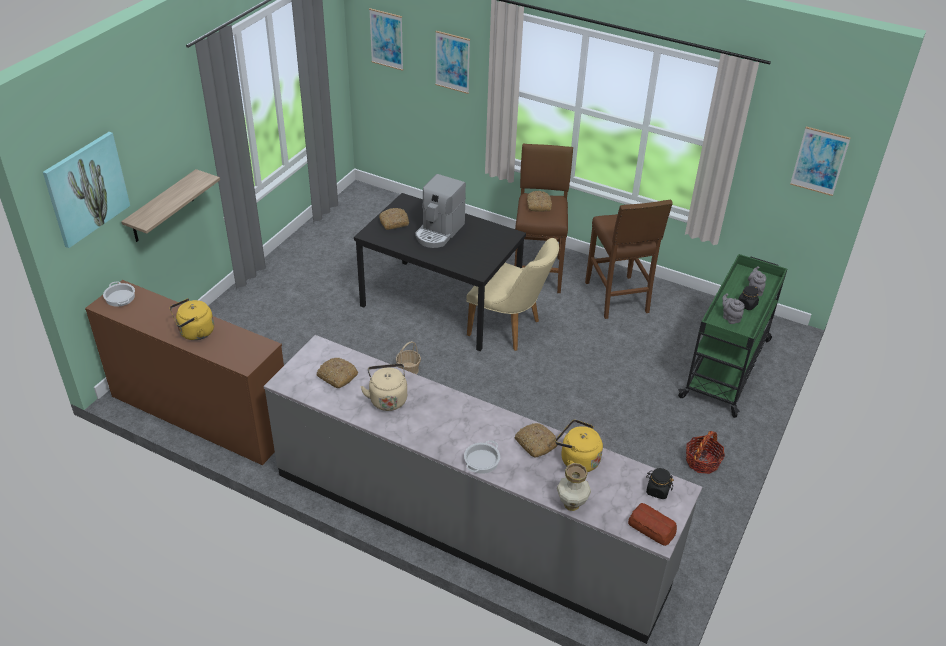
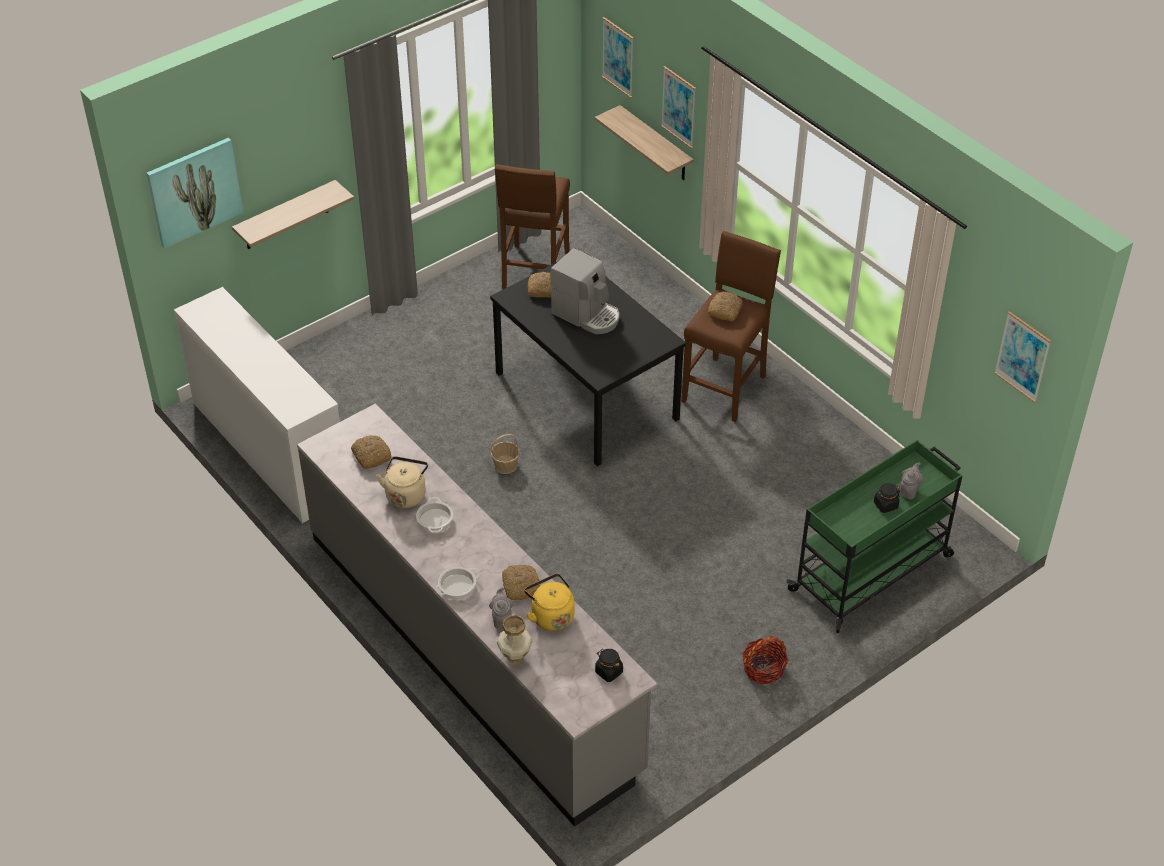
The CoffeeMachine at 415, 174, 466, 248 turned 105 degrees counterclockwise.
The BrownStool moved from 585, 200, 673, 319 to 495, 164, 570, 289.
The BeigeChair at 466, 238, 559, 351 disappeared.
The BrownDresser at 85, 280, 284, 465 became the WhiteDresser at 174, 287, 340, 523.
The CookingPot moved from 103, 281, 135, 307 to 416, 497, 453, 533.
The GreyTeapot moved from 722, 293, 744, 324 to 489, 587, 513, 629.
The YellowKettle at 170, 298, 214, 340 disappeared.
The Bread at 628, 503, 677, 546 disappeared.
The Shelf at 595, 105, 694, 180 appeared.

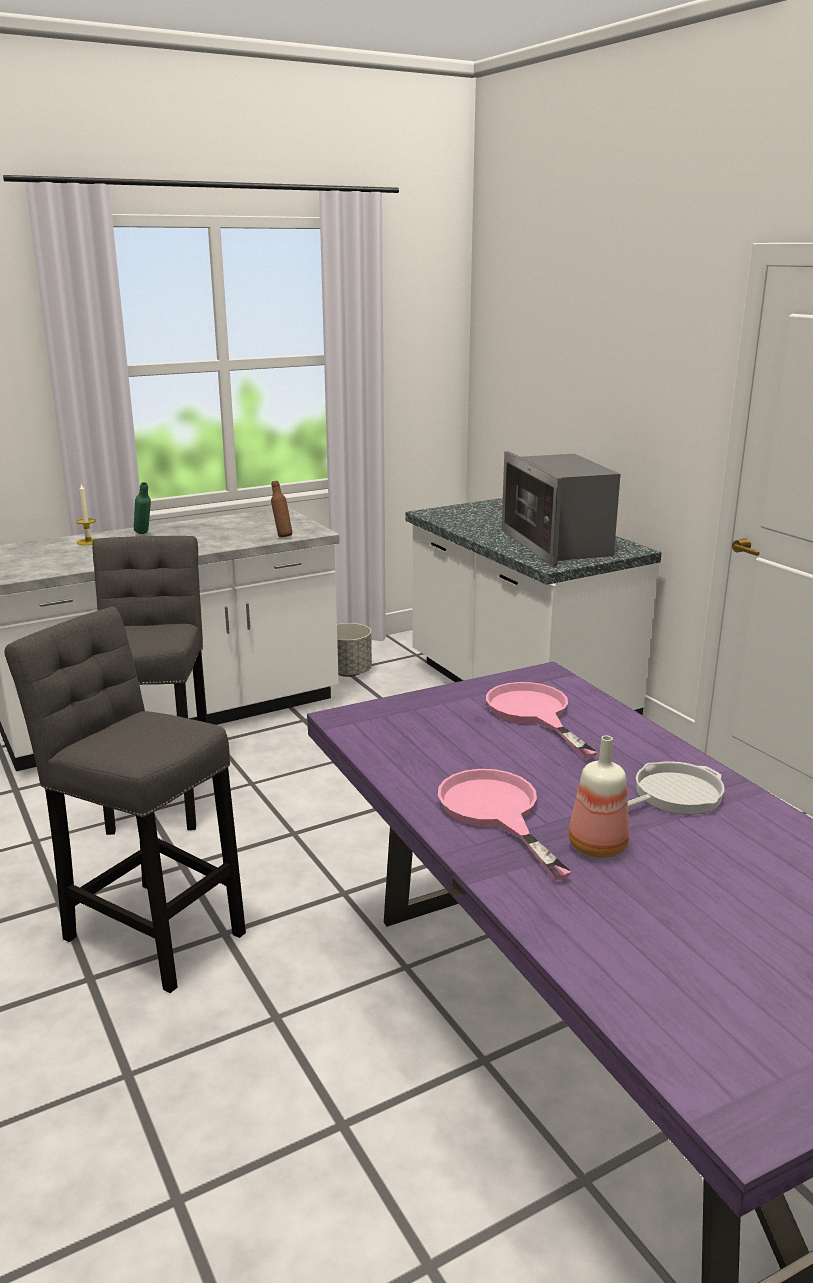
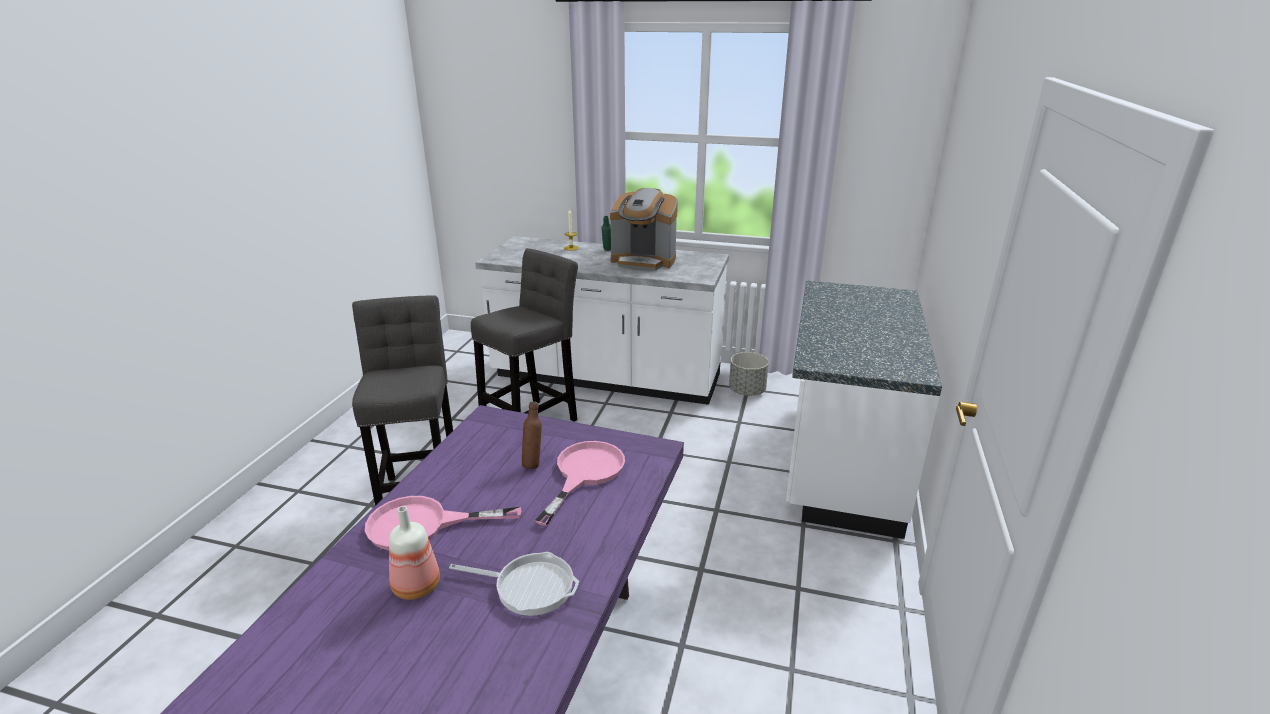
The Microwave at 502, 451, 621, 567 disappeared.
The BrownBottle moved from 271, 481, 292, 537 to 522, 401, 542, 469.
The PinkFryingPan at 438, 769, 572, 880 turned 120 degrees counterclockwise.
The CoffeeMachine at 610, 188, 678, 271 appeared.

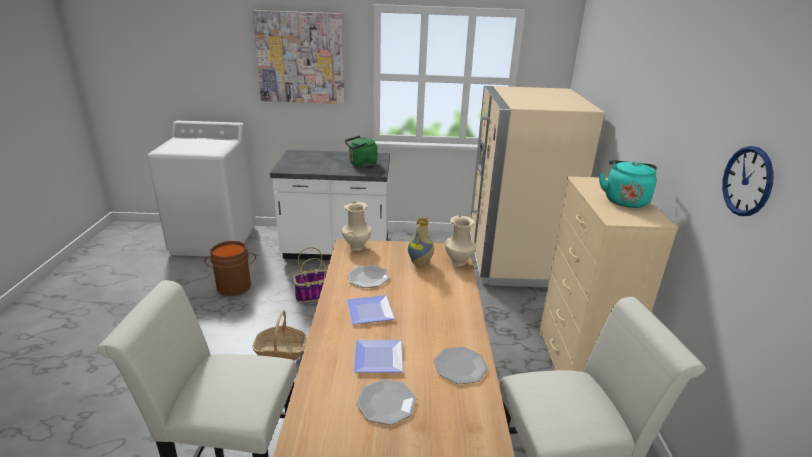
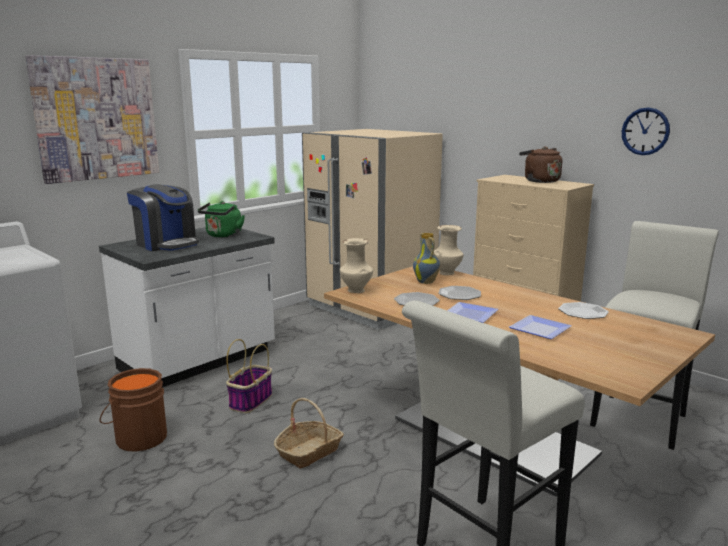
The TurquoiseKettle at 599, 160, 657, 208 became the BrownKettle at 519, 147, 562, 183.
The Plate moved from 356, 379, 416, 425 to 438, 286, 481, 300.
The CoffeeMachine at 127, 184, 199, 251 appeared.

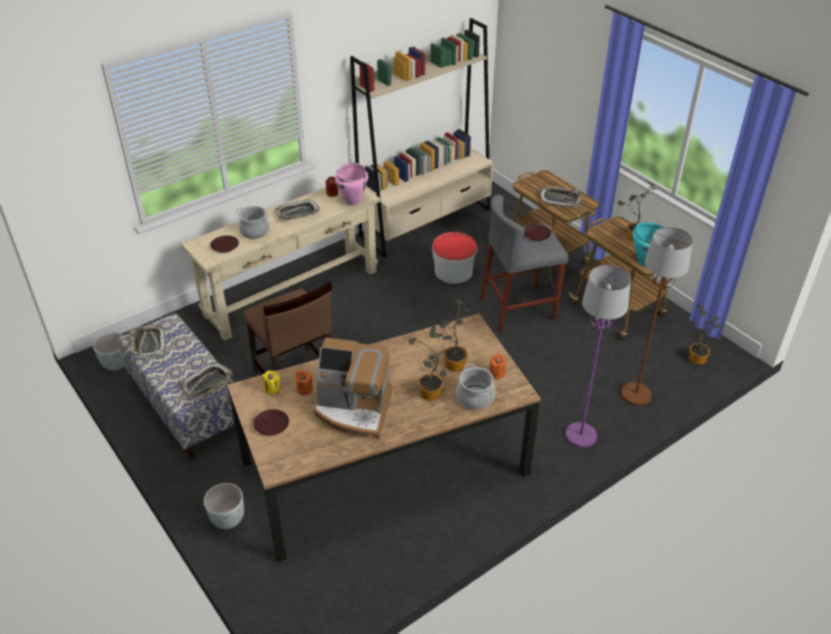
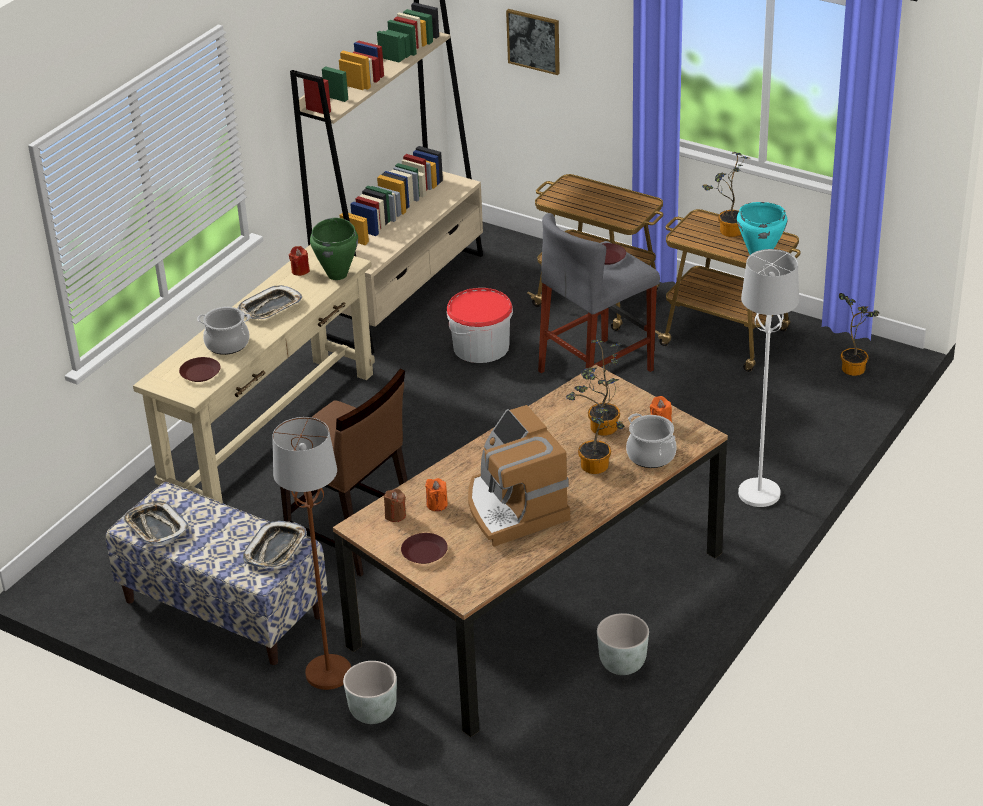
The PinkCookingPot at 335, 163, 368, 206 became the GreenCookingPot at 310, 218, 358, 280.
The Tray at 539, 186, 582, 207 disappeared.
The BrownFloorLamp moved from 621, 227, 693, 406 to 272, 417, 351, 690.
The PurpleFloorLamp at 565, 265, 631, 448 became the WhiteFloorLamp at 738, 249, 799, 507.
The GreyPlanter moved from 93, 332, 125, 371 to 597, 613, 649, 675.
The CoffeeMachine at 313, 338, 392, 439 turned 75 degrees clockwise.
The YellowCandle at 262, 371, 280, 395 became the BrownCandle at 384, 488, 406, 522.
The Picture at 506, 9, 560, 75 appeared.

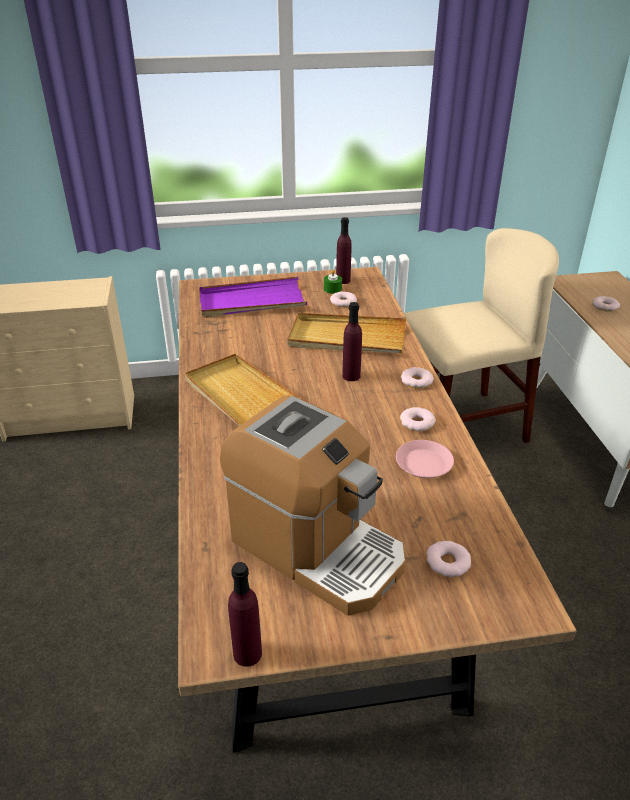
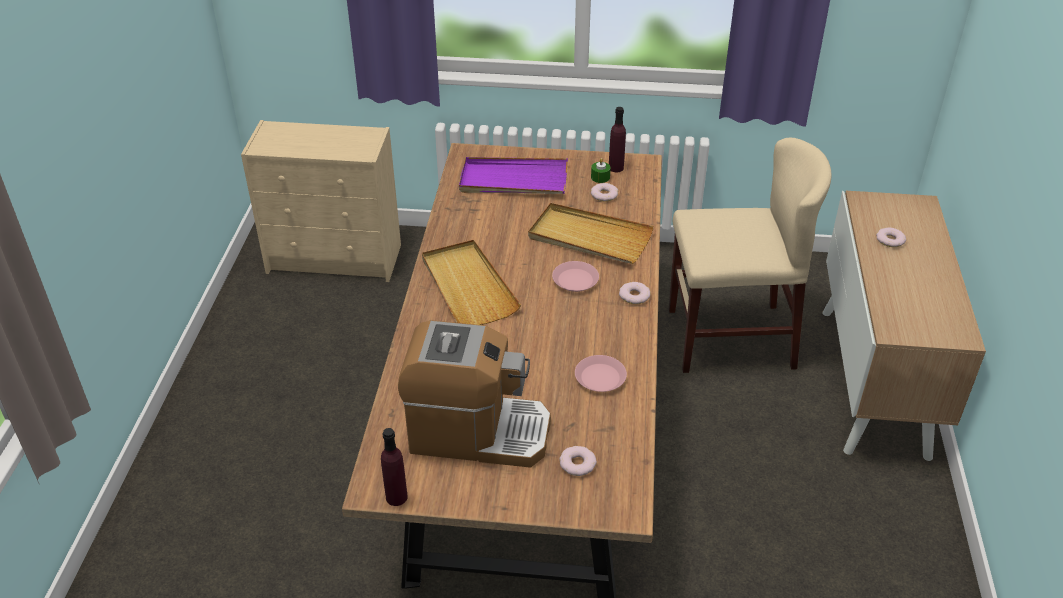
The PurpleBottle at 342, 302, 362, 381 was replaced by the PinkPlate at 552, 261, 599, 292.
The CoffeeMachine at 220, 395, 406, 616 turned 45 degrees counterclockwise.
The Donut at 400, 407, 436, 431 disappeared.

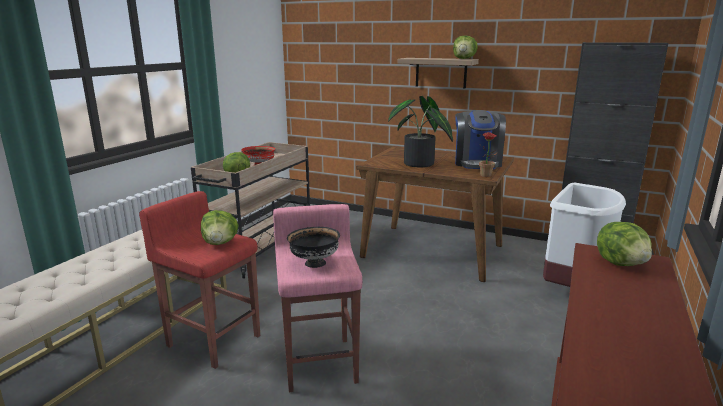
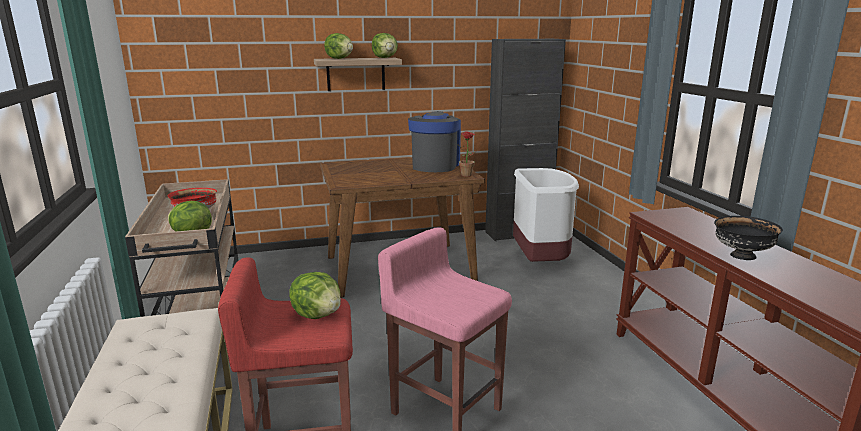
The PottedPlant at 388, 96, 453, 167 disappeared.
The CoffeeMachine at 455, 110, 506, 169 turned 135 degrees counterclockwise.
The Lettuce moved from 597, 222, 652, 266 to 324, 33, 353, 59.
The BlackBowl moved from 287, 227, 340, 268 to 714, 216, 783, 260.

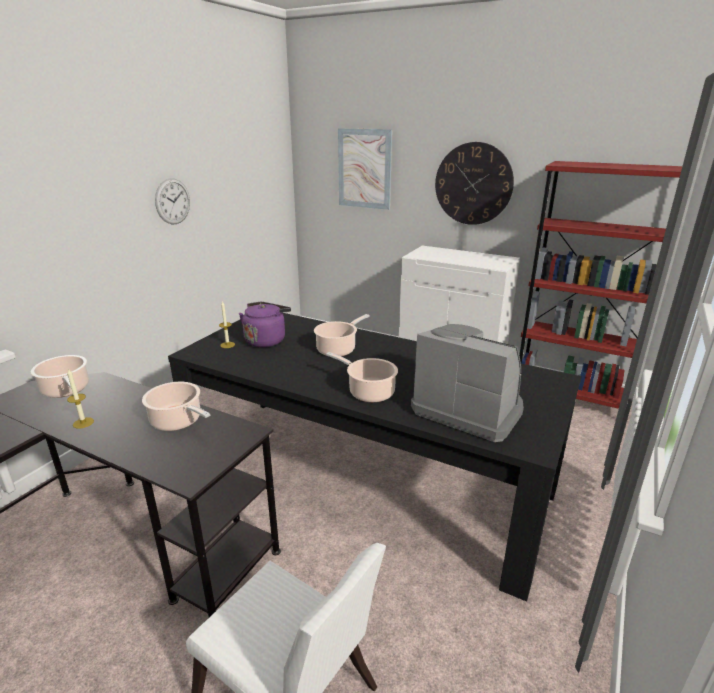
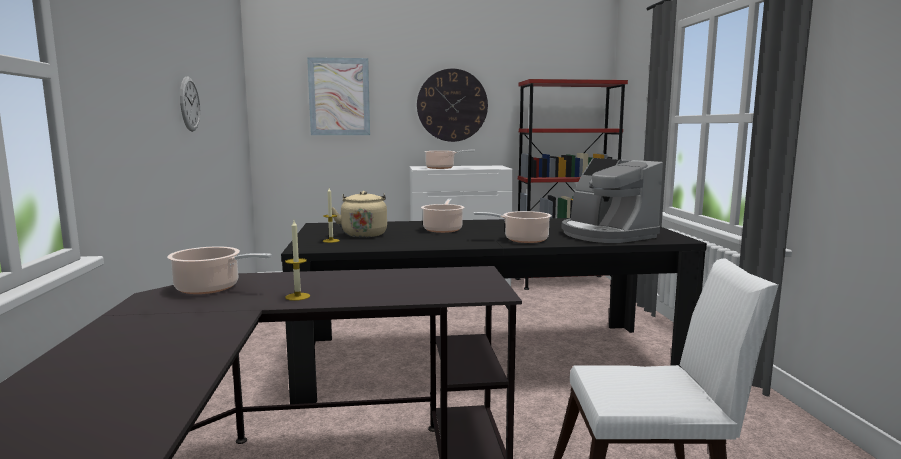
The PurpleKettle at 239, 302, 291, 347 became the BeigeKettle at 332, 191, 387, 238.
The CoffeeMachine at 411, 324, 524, 442 turned 120 degrees counterclockwise.
The CookingPot moved from 142, 382, 210, 431 to 424, 150, 475, 169.

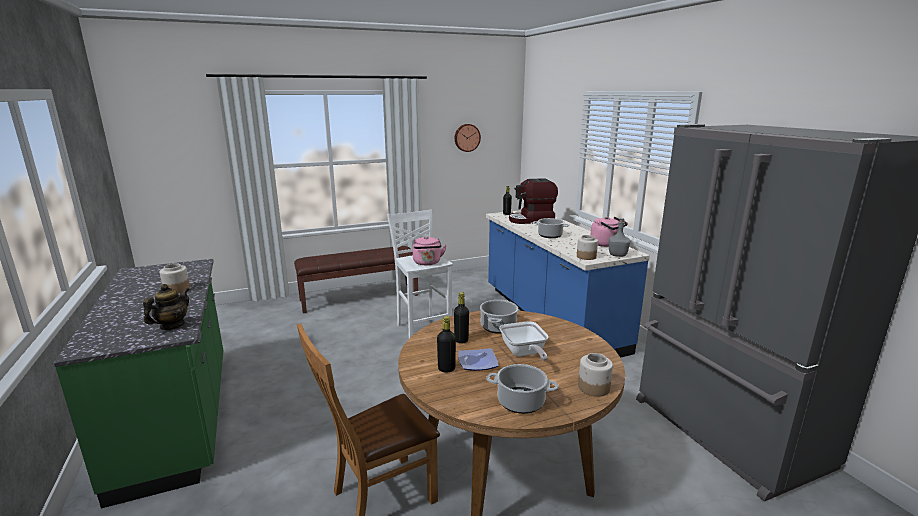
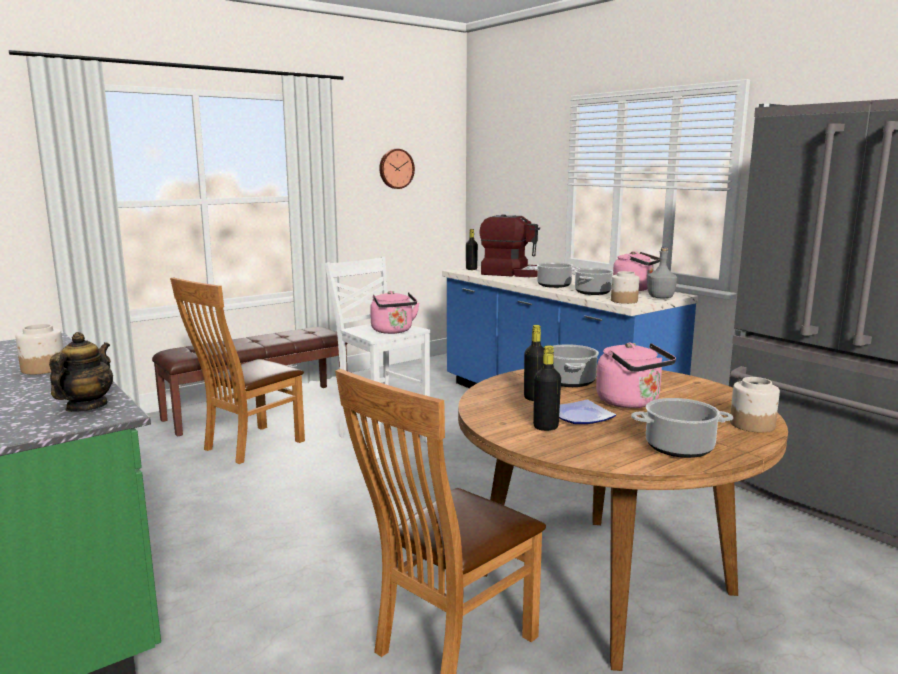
The CoffeeMachine at 509, 178, 558, 224 turned 135 degrees counterclockwise.
The FryingPan at 499, 321, 549, 361 was replaced by the PinkKettle at 596, 342, 676, 408.
The CookingPot at 575, 268, 613, 295 appeared.
The BrownChair at 170, 278, 305, 464 appeared.

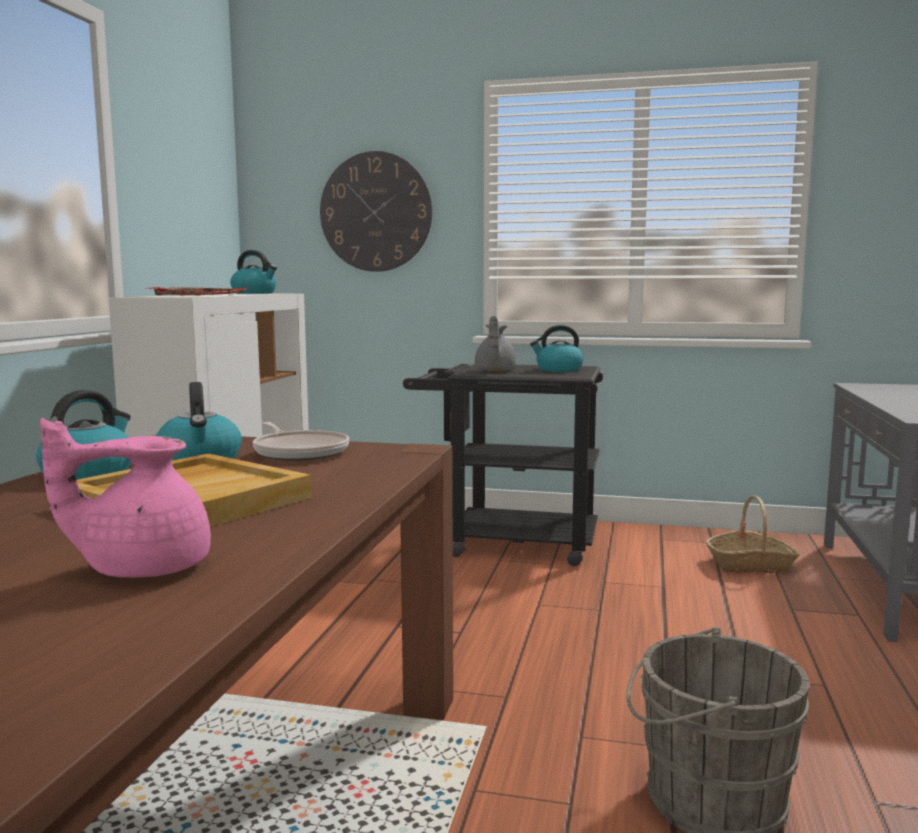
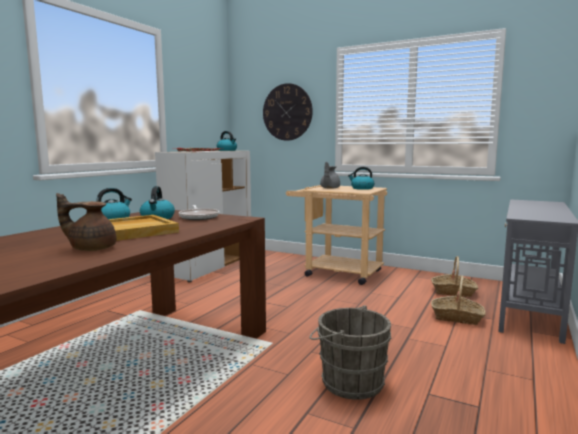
The BlackCart at 403, 364, 603, 566 became the BeigeCart at 286, 185, 387, 285.
The PinkTeapot at 40, 418, 211, 578 became the BrownTeapot at 56, 193, 116, 251.
The Basket at 431, 276, 486, 325 appeared.

